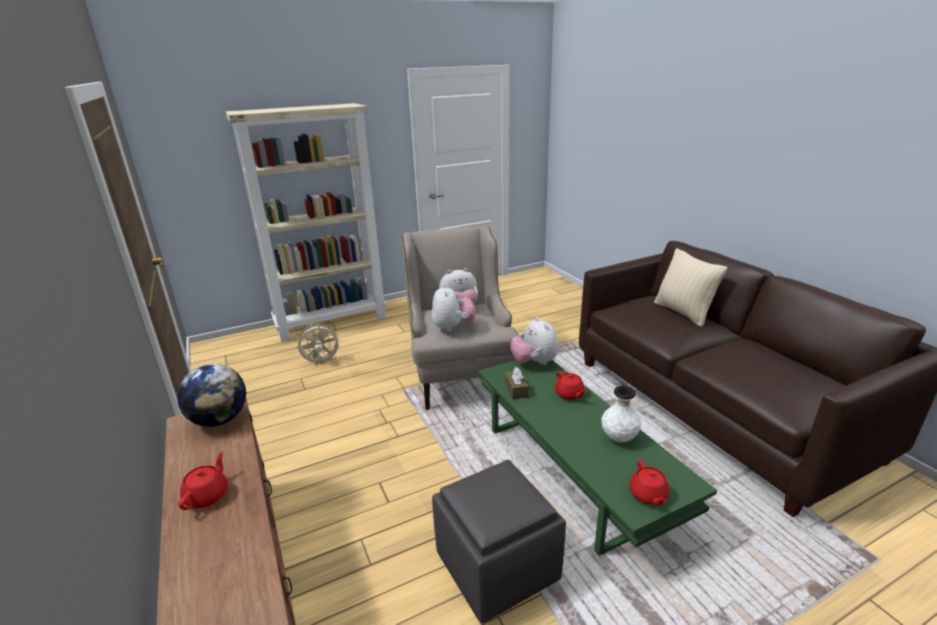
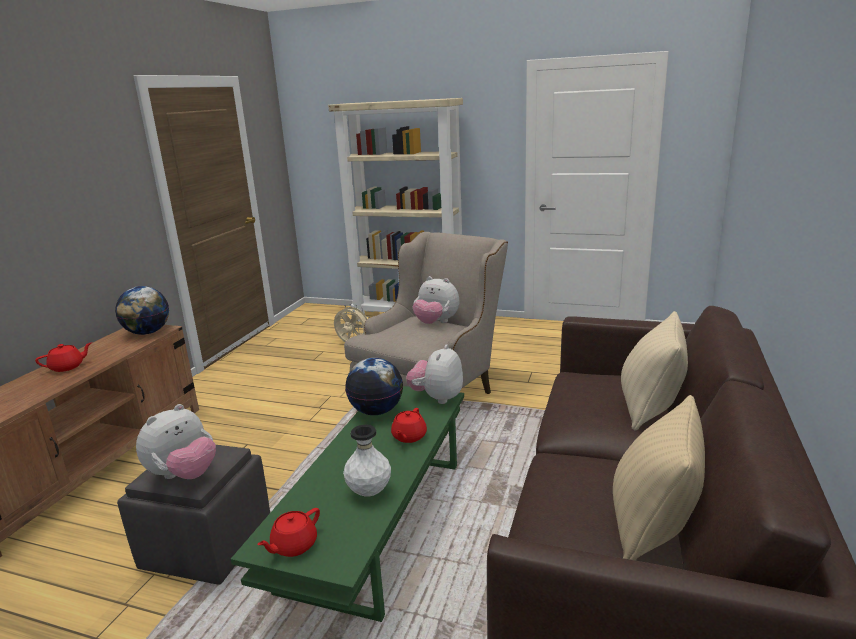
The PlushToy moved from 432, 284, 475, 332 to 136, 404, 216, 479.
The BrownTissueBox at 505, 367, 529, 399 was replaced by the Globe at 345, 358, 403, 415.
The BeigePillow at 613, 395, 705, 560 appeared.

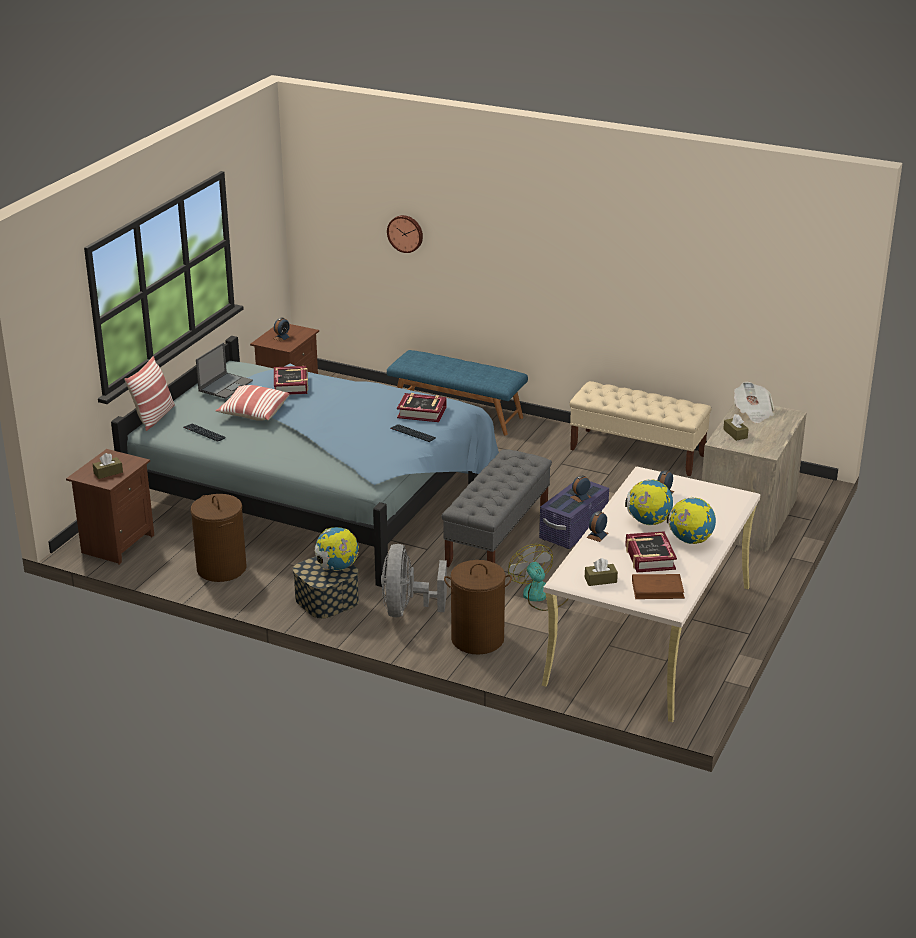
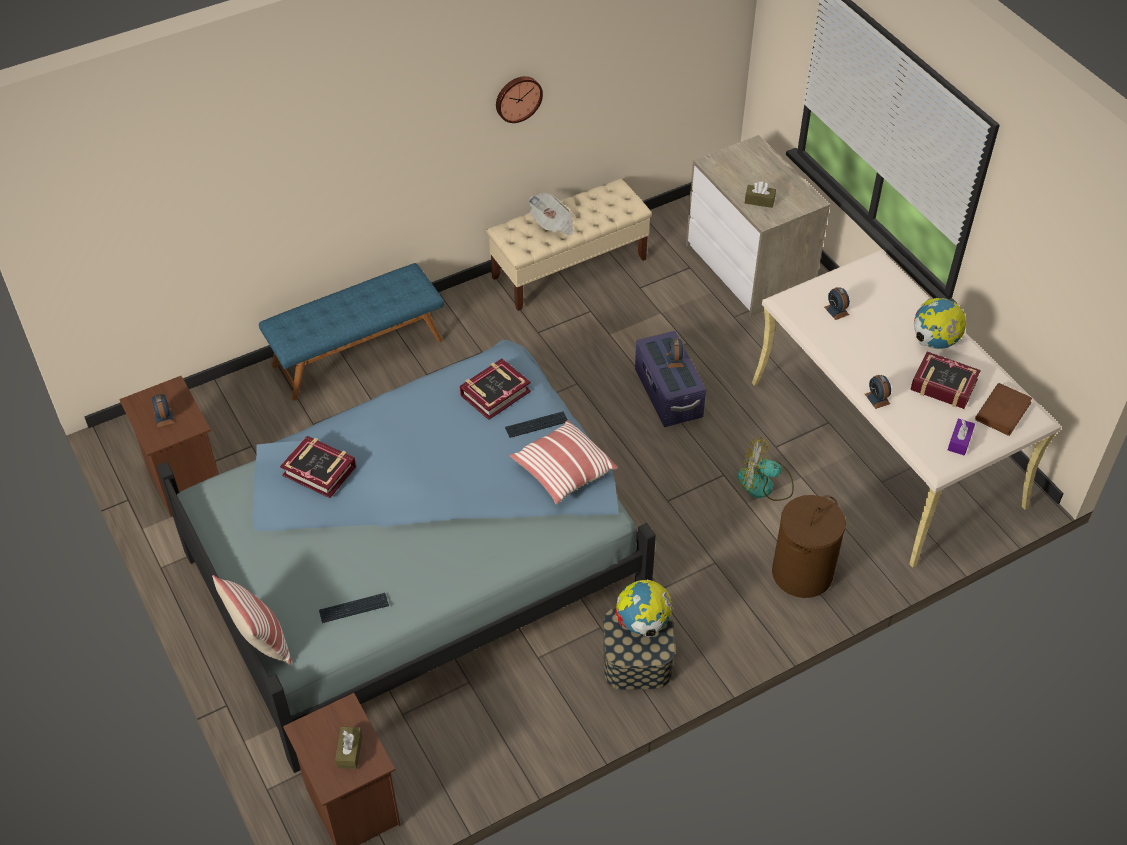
The WallClock moved from 387, 215, 423, 253 to 496, 76, 543, 123.
The Laptop at 196, 342, 253, 399 disappeared.
The Newspaper moved from 734, 381, 774, 423 to 528, 193, 574, 235.
The Pillow moved from 216, 385, 290, 421 to 509, 420, 618, 504.
The GreyBench at 442, 449, 552, 567 disappeared.
The Globe at 625, 479, 673, 525 disappeared.
The BrownLaundryBasket at 191, 494, 246, 582 disappeared.
The GreyFan at 381, 544, 447, 617 disappeared.
The BrownTissueBox at 585, 558, 618, 586 became the PurpleTissueBox at 948, 418, 975, 456.

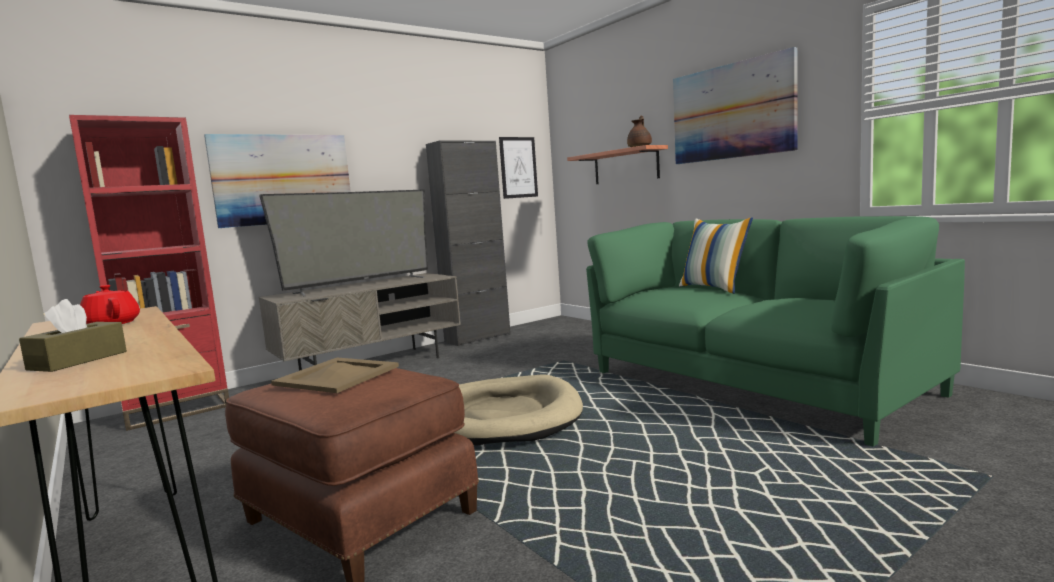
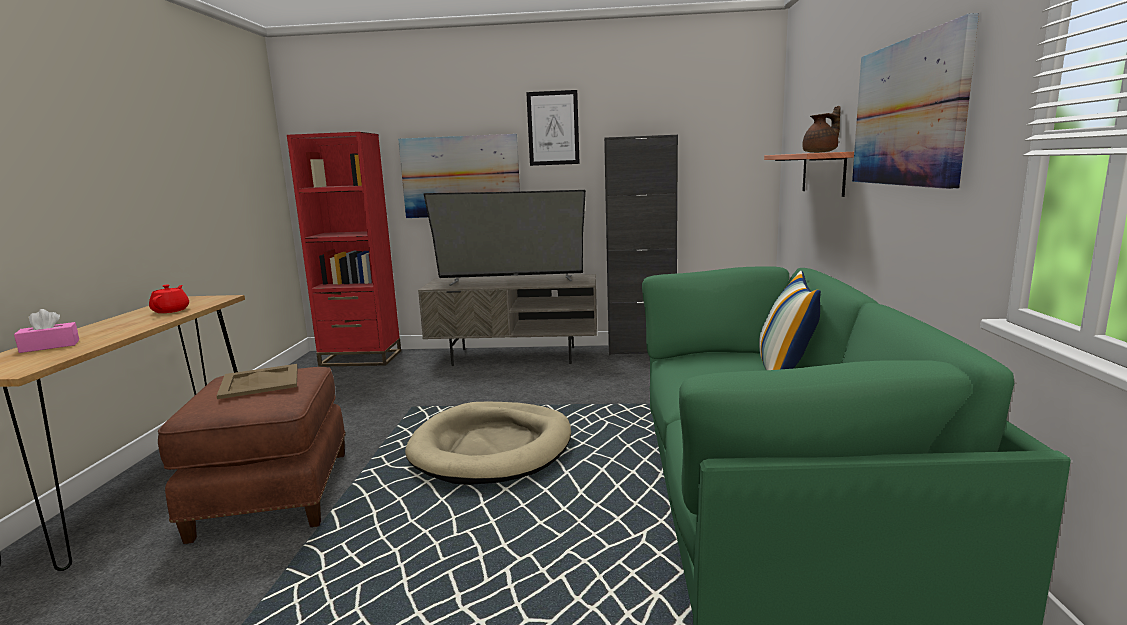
The Picture moved from 499, 137, 538, 199 to 526, 90, 579, 166.
The BrownTissueBox at 19, 299, 127, 372 became the PinkTissueBox at 14, 309, 79, 353.

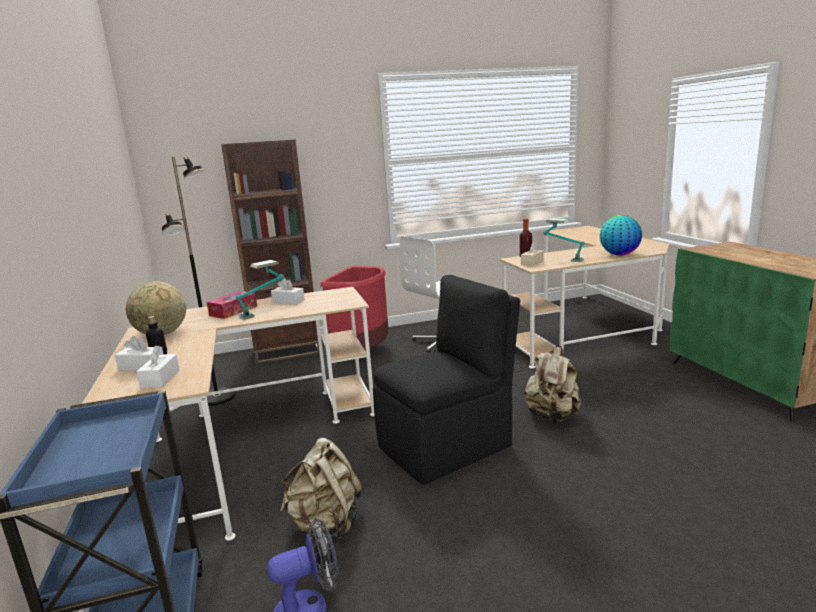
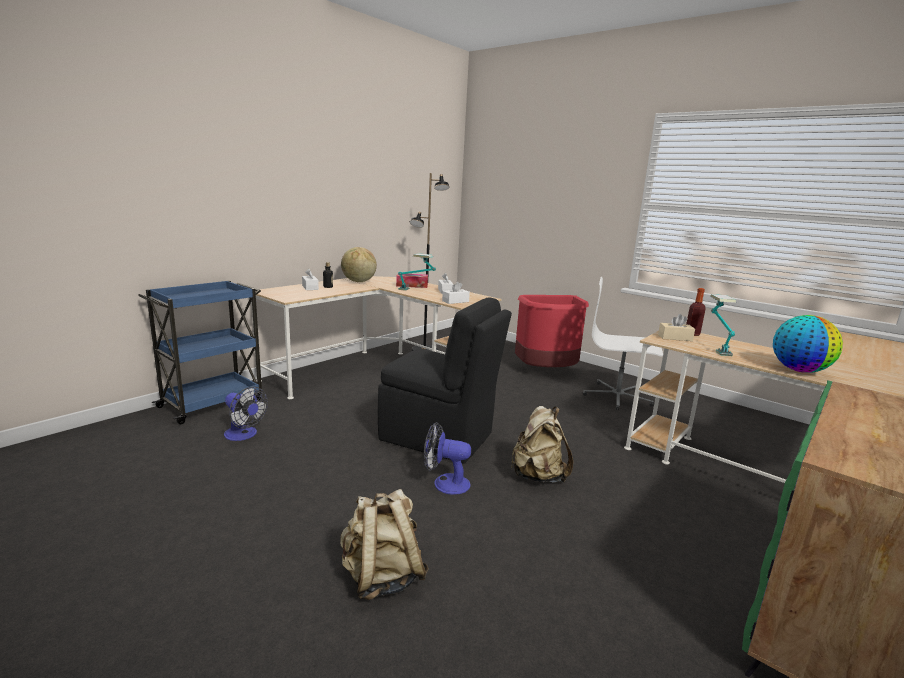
The BrownBookcase at 221, 140, 320, 364 disappeared.
The WhiteTissueBox moved from 136, 346, 180, 388 to 442, 281, 470, 304.
The BeigeBackpack moved from 280, 438, 362, 539 to 340, 489, 429, 600.
The Fan at 424, 422, 471, 495 appeared.

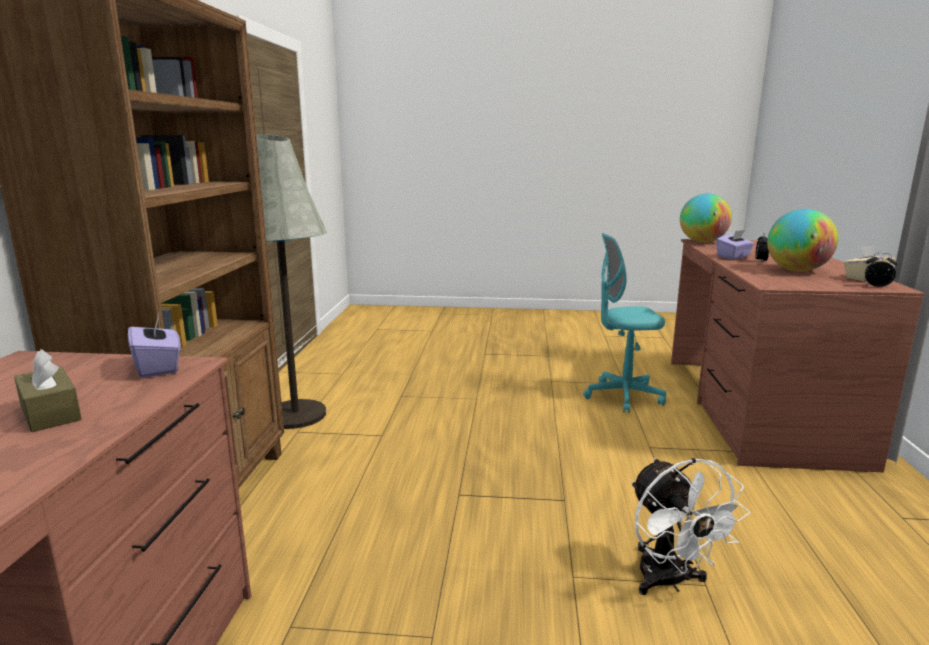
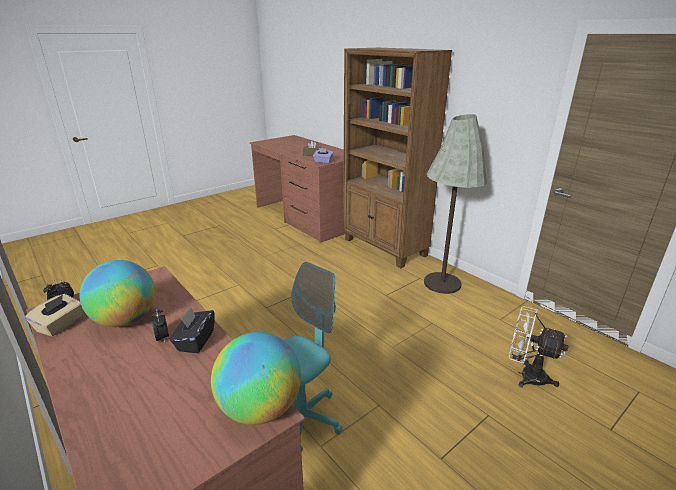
The PurpleTissueBox at 716, 230, 754, 259 became the BlackTissueBox at 170, 308, 215, 353.
The WhiteFan moved from 631, 458, 750, 595 to 509, 306, 569, 387.

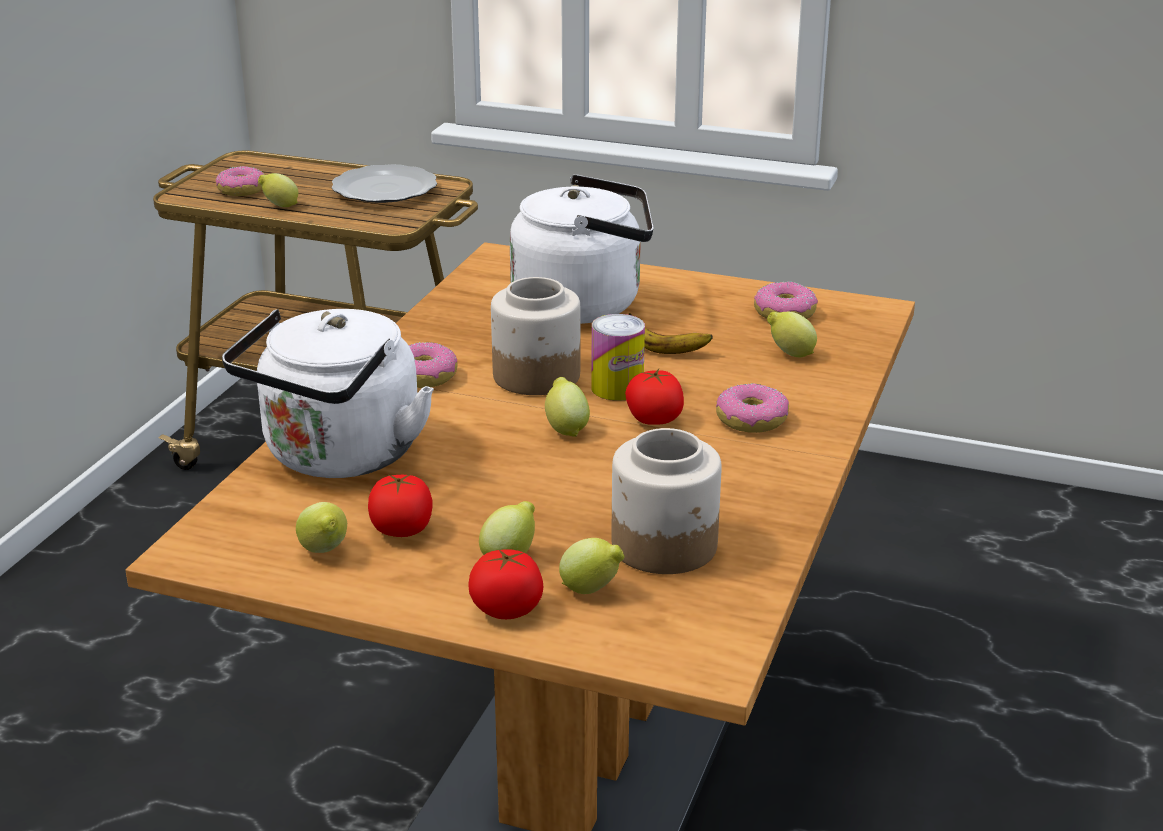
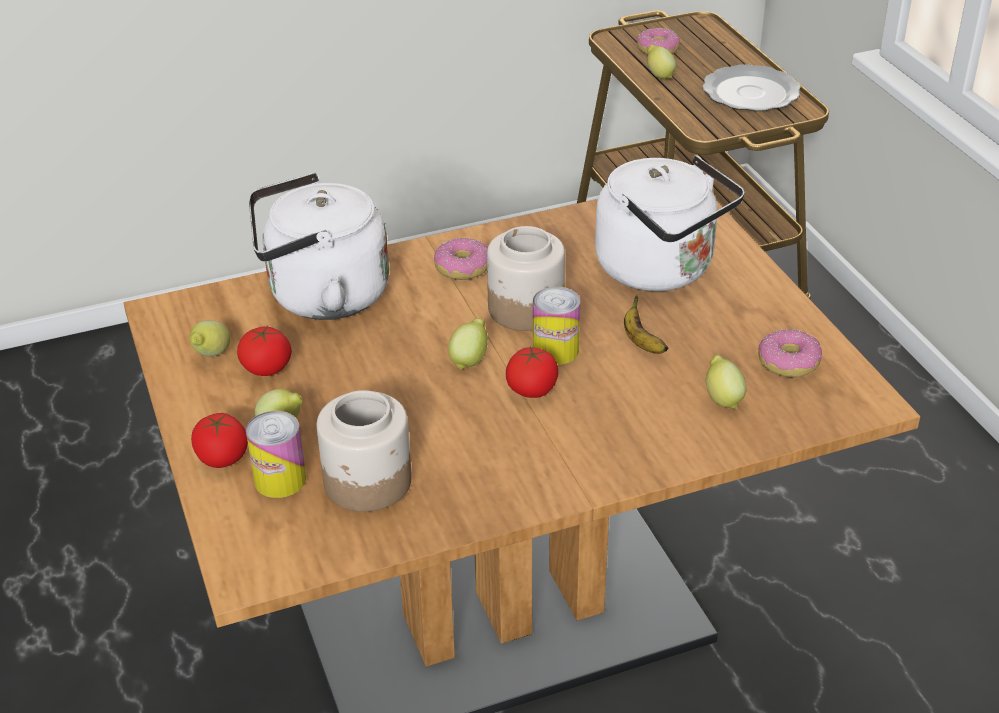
The Donut at 716, 383, 789, 433 disappeared.
The Lemon at 559, 538, 625, 594 was replaced by the Can at 246, 411, 306, 498.

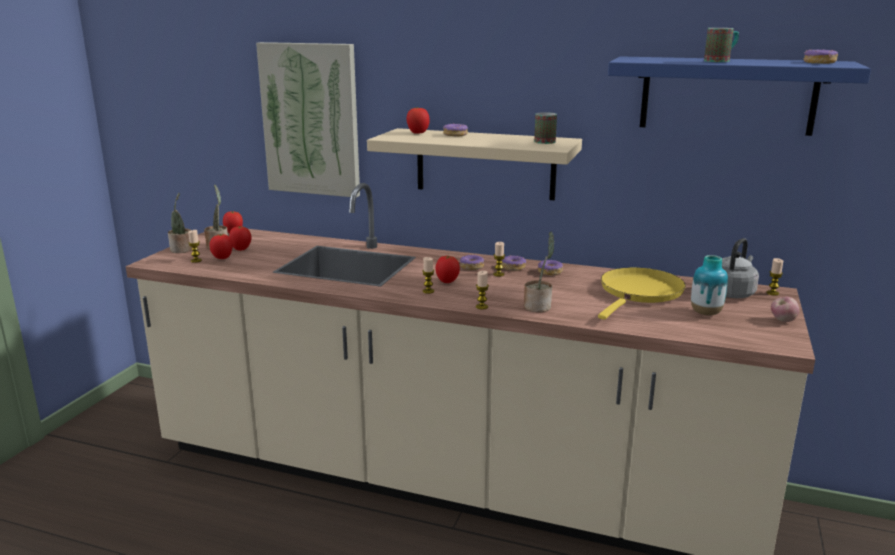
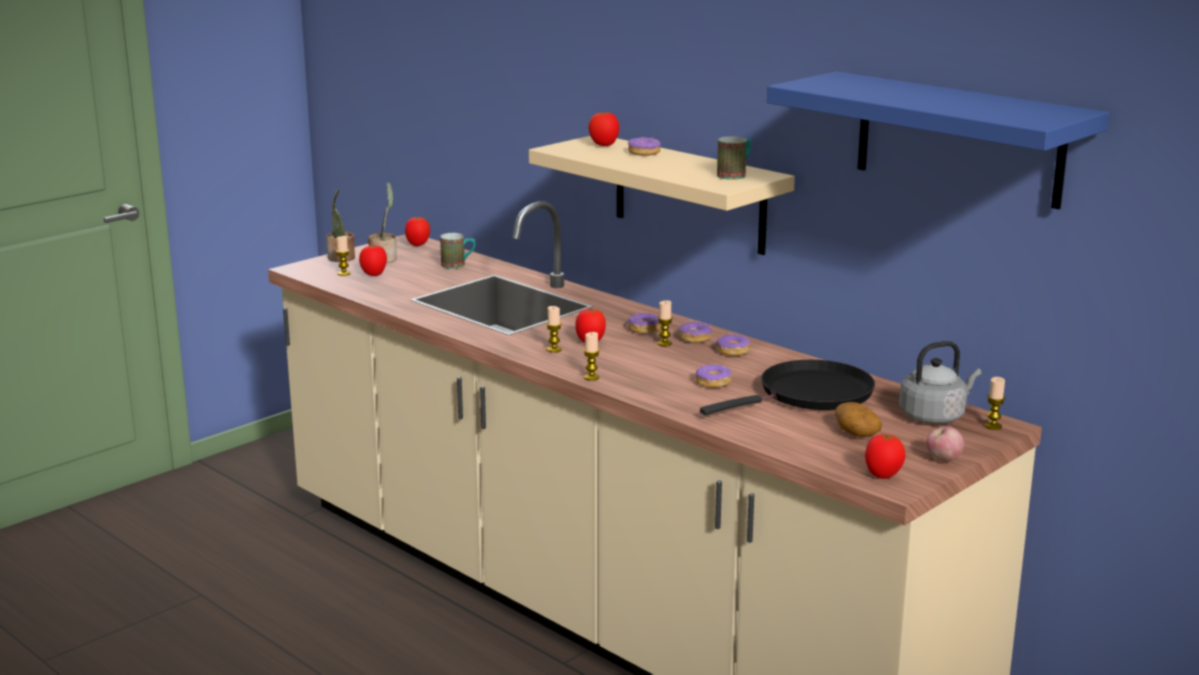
The Mug moved from 704, 28, 739, 62 to 440, 233, 476, 269.
The Picture at 256, 42, 360, 197 disappeared.
The Donut moved from 804, 49, 838, 64 to 696, 365, 732, 388.
The Tomato moved from 229, 226, 251, 251 to 865, 434, 906, 479.
The PottedPlant at 524, 232, 555, 312 disappeared.
The Vase at 691, 255, 728, 315 was replaced by the Potato at 835, 402, 882, 437.
The YellowFryingPan at 598, 267, 686, 320 became the BlackFryingPan at 700, 360, 875, 415.

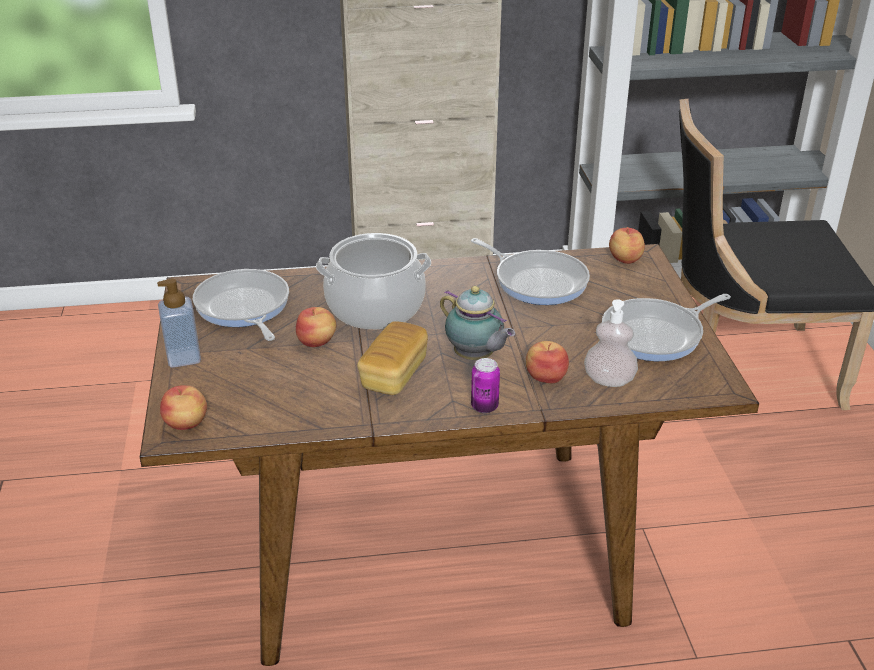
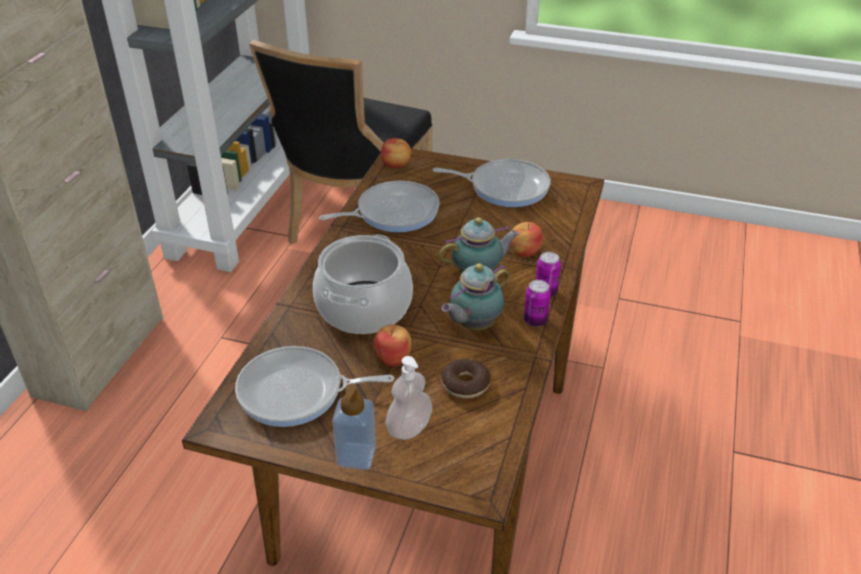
The FryingPan at 602, 294, 731, 361 turned 75 degrees counterclockwise.
The SoapDispenser moved from 584, 299, 638, 387 to 386, 356, 432, 440.
The Bread at 357, 321, 428, 395 was replaced by the Teapot at 441, 263, 509, 330.
The Apple at 160, 385, 207, 430 disappeared.
The Can at 524, 280, 551, 327 appeared.
The Donut at 441, 358, 491, 398 appeared.

